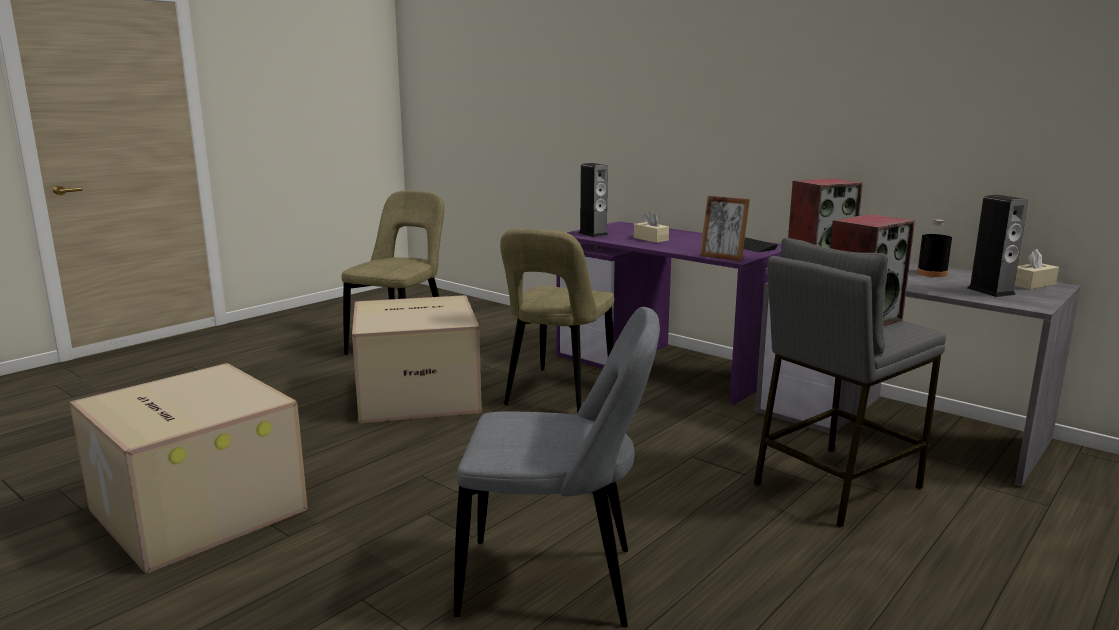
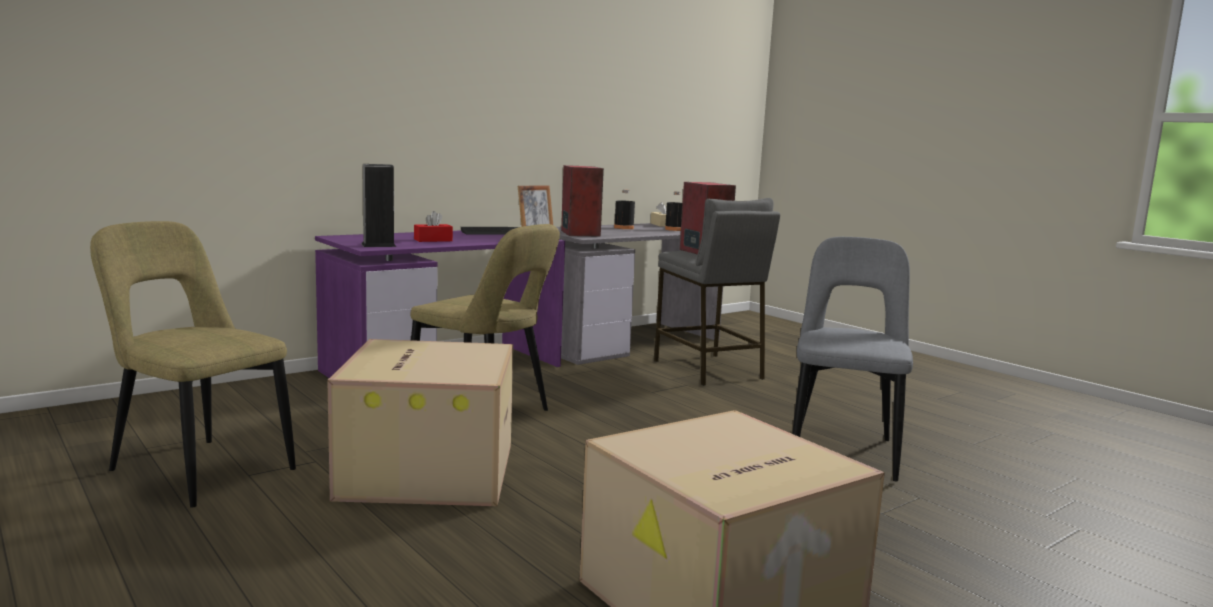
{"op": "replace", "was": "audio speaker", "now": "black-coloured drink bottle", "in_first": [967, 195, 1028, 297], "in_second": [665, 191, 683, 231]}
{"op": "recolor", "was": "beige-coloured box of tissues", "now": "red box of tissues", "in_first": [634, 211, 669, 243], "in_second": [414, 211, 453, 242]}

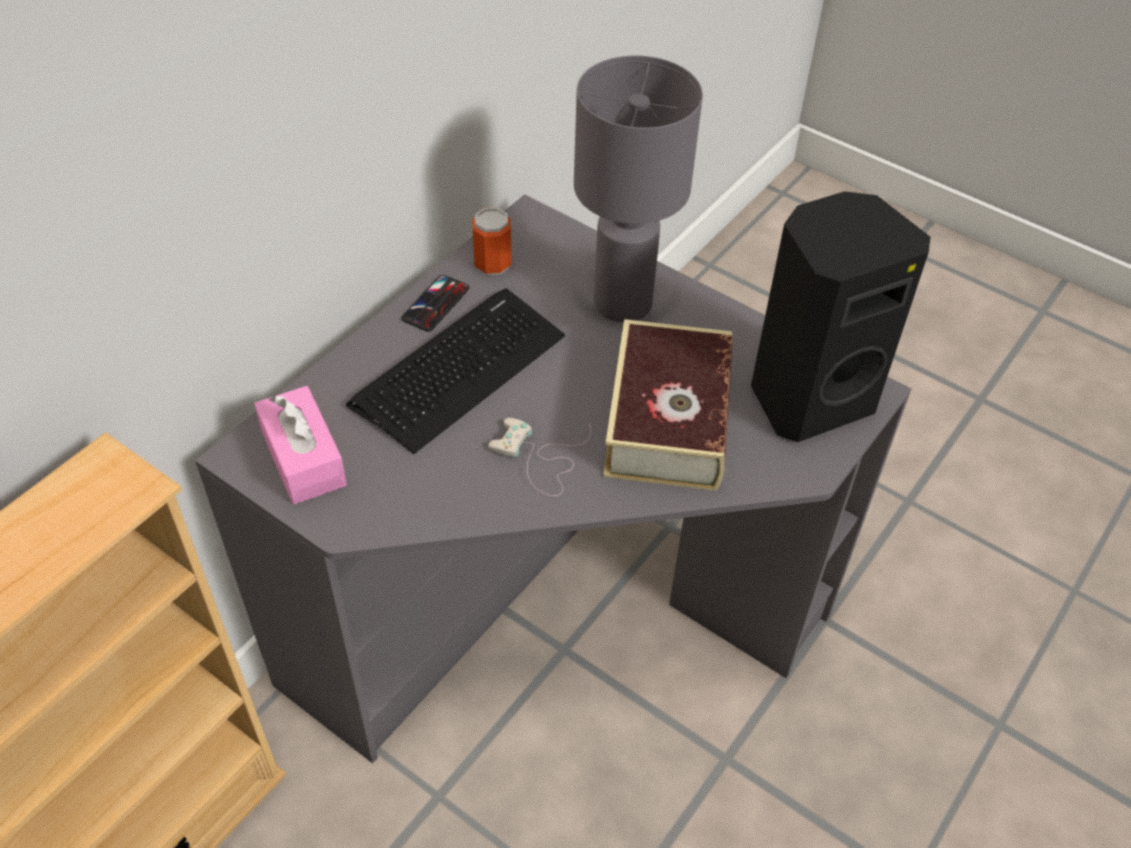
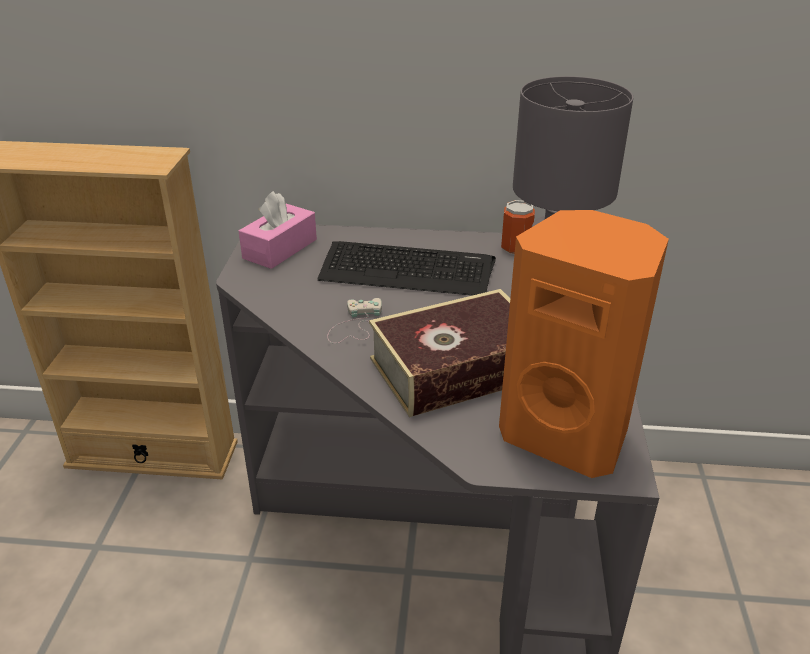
{"op": "recolor", "was": "black-coloured audio speaker", "now": "orangey audio speaker", "in_first": [751, 191, 930, 442], "in_second": [499, 210, 669, 478]}
{"op": "delete", "was": "handset", "in_first": [401, 275, 469, 332]}

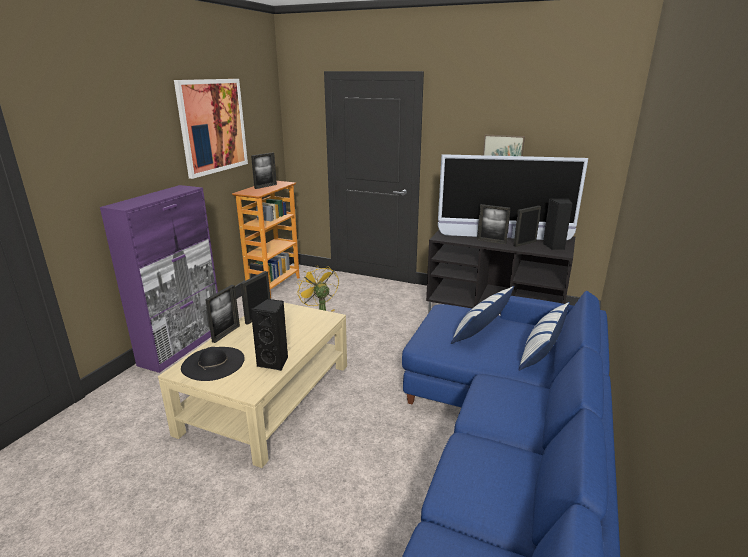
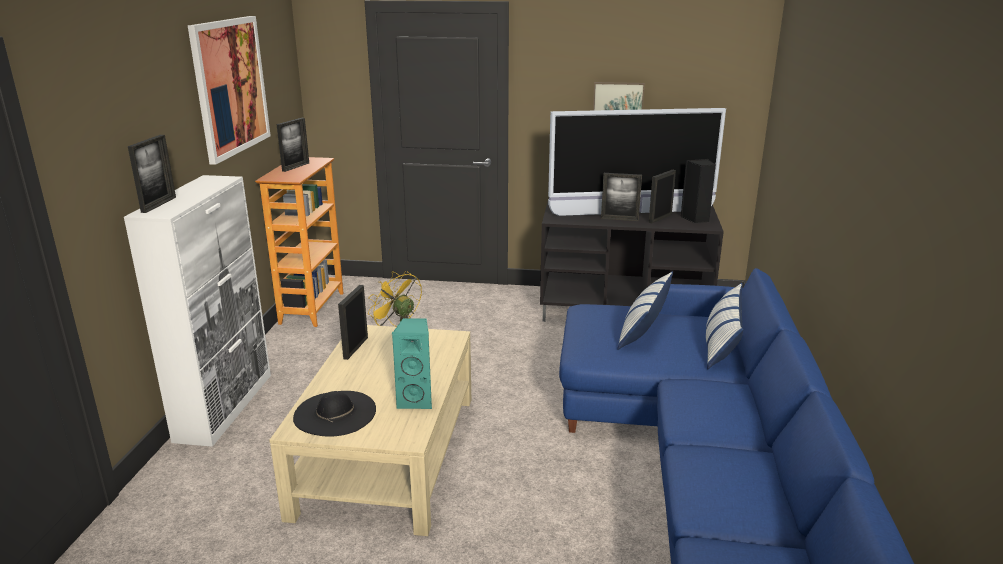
{"op": "recolor", "was": "purple storage cabinet", "now": "white storage cabinet", "in_first": [100, 185, 218, 373], "in_second": [124, 175, 271, 447]}
{"op": "move", "was": "photo frame", "in_first": [205, 285, 240, 343], "in_second": [128, 135, 176, 213]}
{"op": "recolor", "was": "black-coloured audio speaker", "now": "turquoise-coloured audio speaker", "in_first": [251, 299, 288, 371], "in_second": [392, 319, 432, 409]}

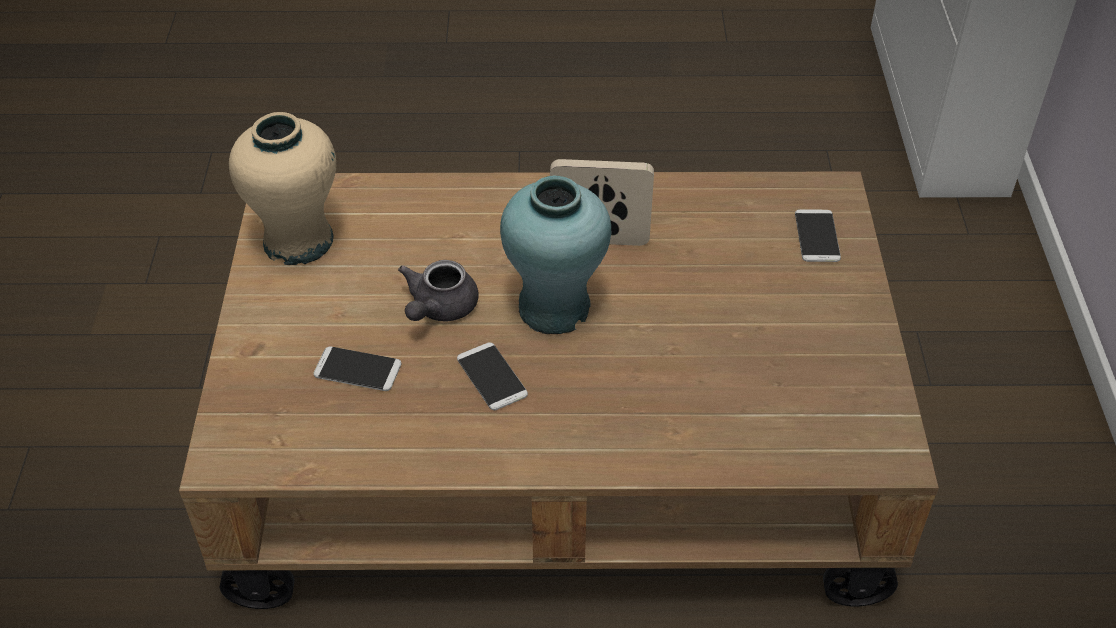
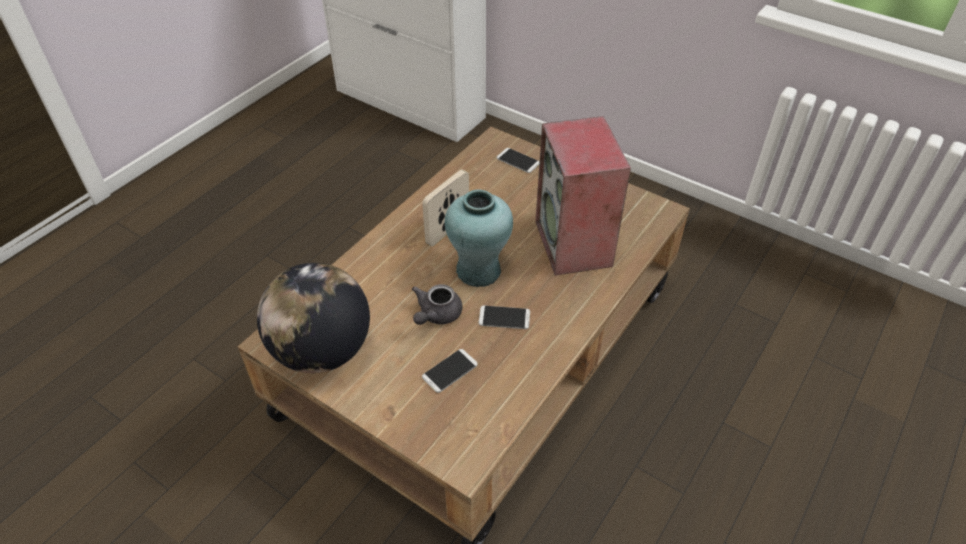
{"op": "replace", "was": "beige-coloured decorative vase", "now": "desk globe", "in_first": [229, 112, 336, 265], "in_second": [257, 263, 370, 373]}
{"op": "rotate", "was": "gray teapot", "in_first": [398, 260, 479, 321], "in_second": [412, 284, 462, 325], "clockwise": 60}
{"op": "insert", "now": "audio speaker", "in_second": [535, 116, 631, 275]}

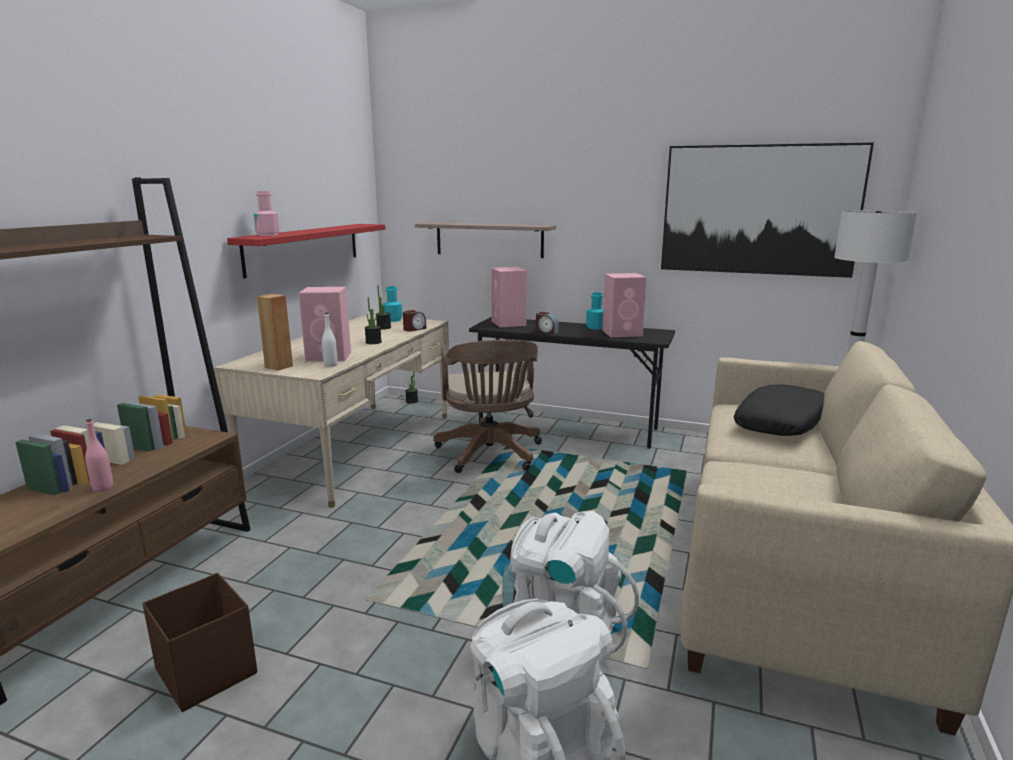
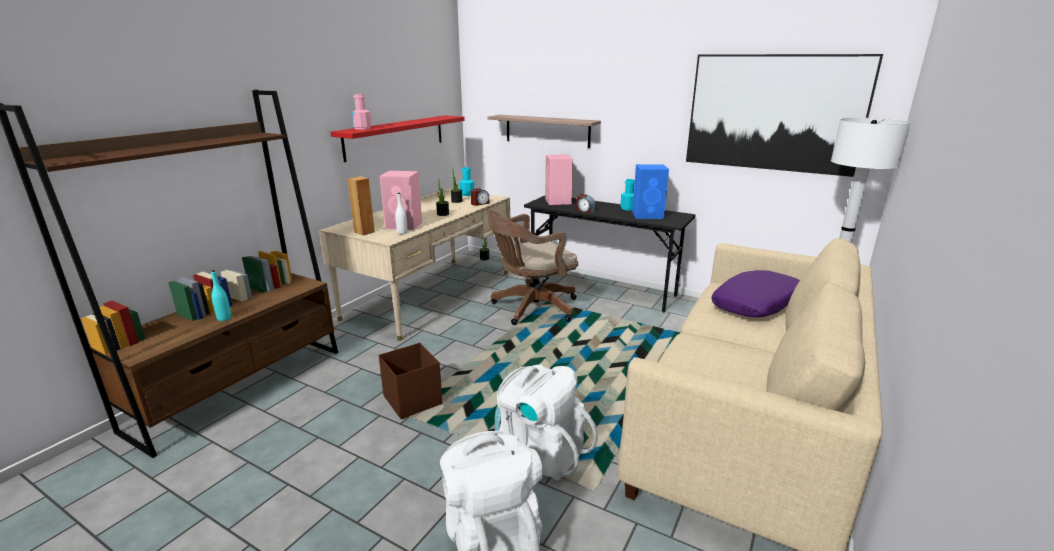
{"op": "recolor", "was": "pink-coloured audio speaker", "now": "blue audio speaker", "in_first": [602, 273, 647, 337], "in_second": [632, 164, 669, 219]}
{"op": "rotate", "was": "brownish computer chair", "in_first": [434, 340, 542, 473], "in_second": [487, 210, 578, 325], "clockwise": 60}
{"op": "recolor", "was": "black-coloured cushion", "now": "purple cushion", "in_first": [734, 385, 825, 436], "in_second": [711, 270, 800, 317]}
{"op": "recolor", "was": "pink-coloured drink bottle", "now": "turquoise-coloured drink bottle", "in_first": [85, 419, 113, 492], "in_second": [211, 270, 231, 321]}
{"op": "move", "was": "brownish storage box", "in_first": [142, 573, 257, 712], "in_second": [379, 343, 442, 419]}

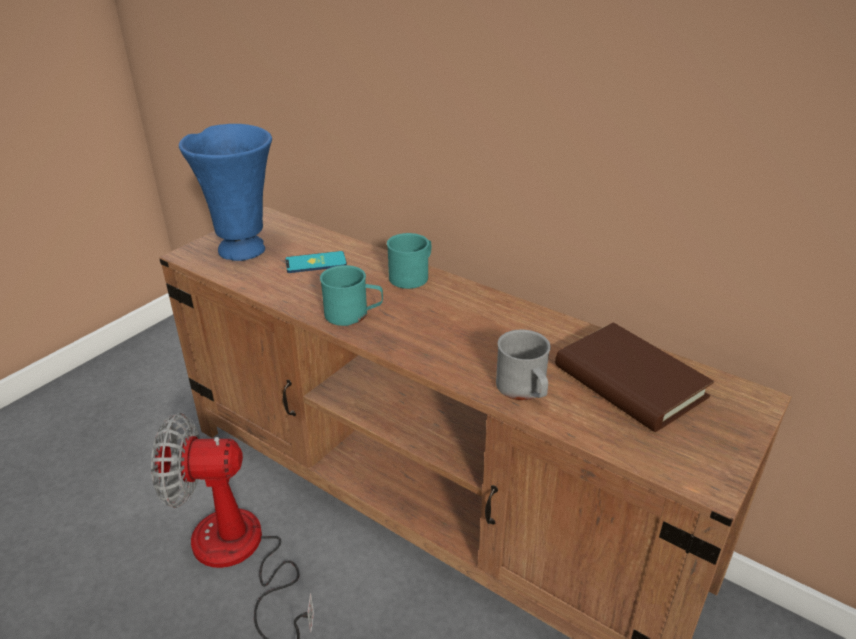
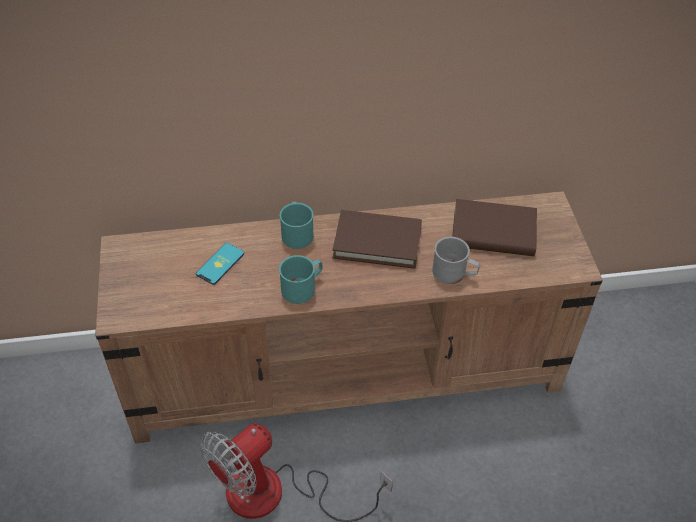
{"op": "delete", "was": "blue decorative vase", "in_first": [179, 124, 272, 261]}
{"op": "insert", "now": "brownish bound book", "in_second": [332, 210, 422, 269]}

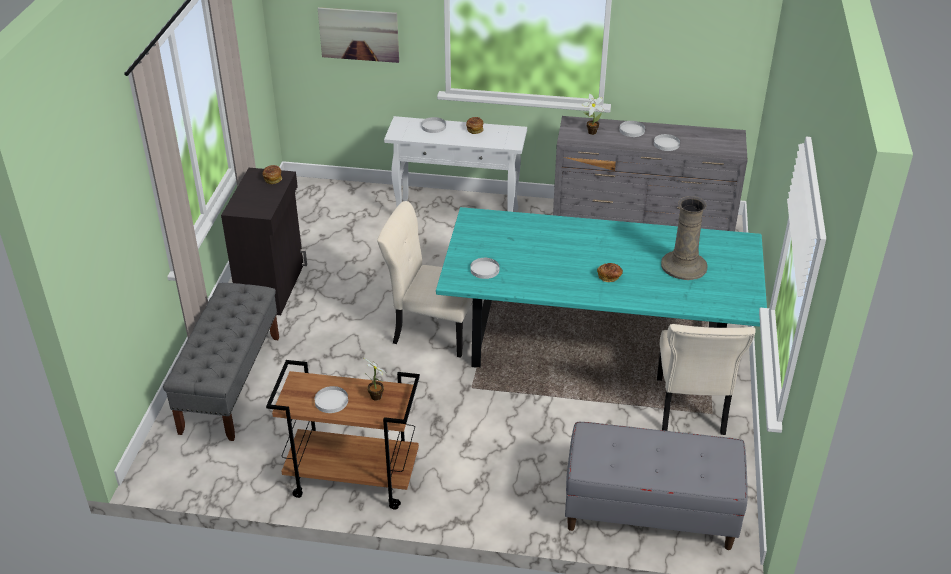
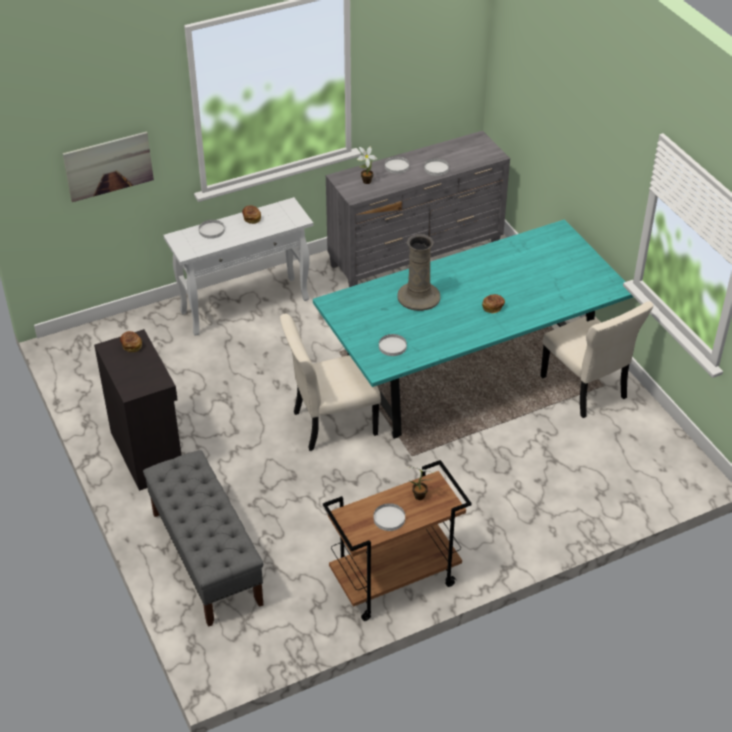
{"op": "move", "was": "beige-coloured decorative vase", "in_first": [661, 196, 707, 280], "in_second": [397, 234, 440, 311]}
{"op": "delete", "was": "gray bench", "in_first": [565, 422, 748, 550]}

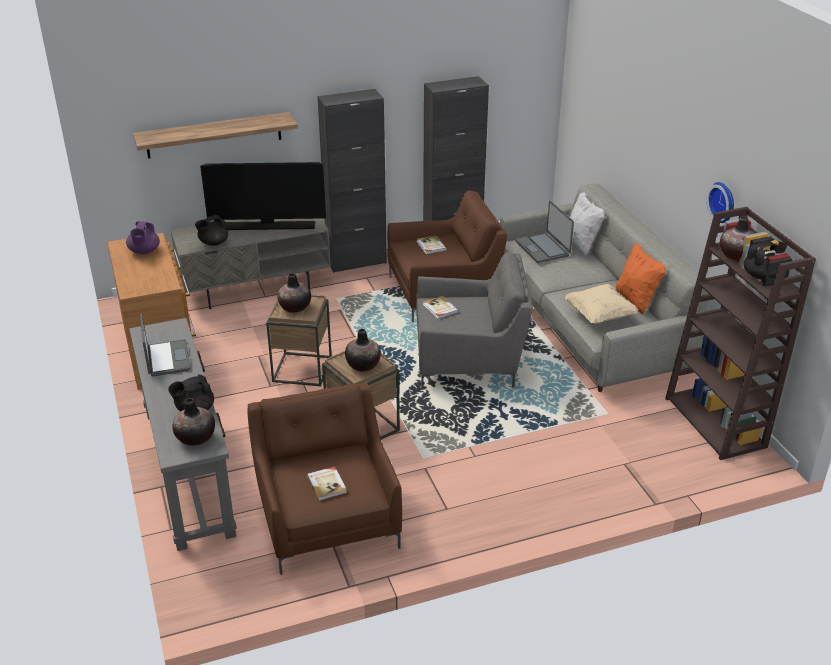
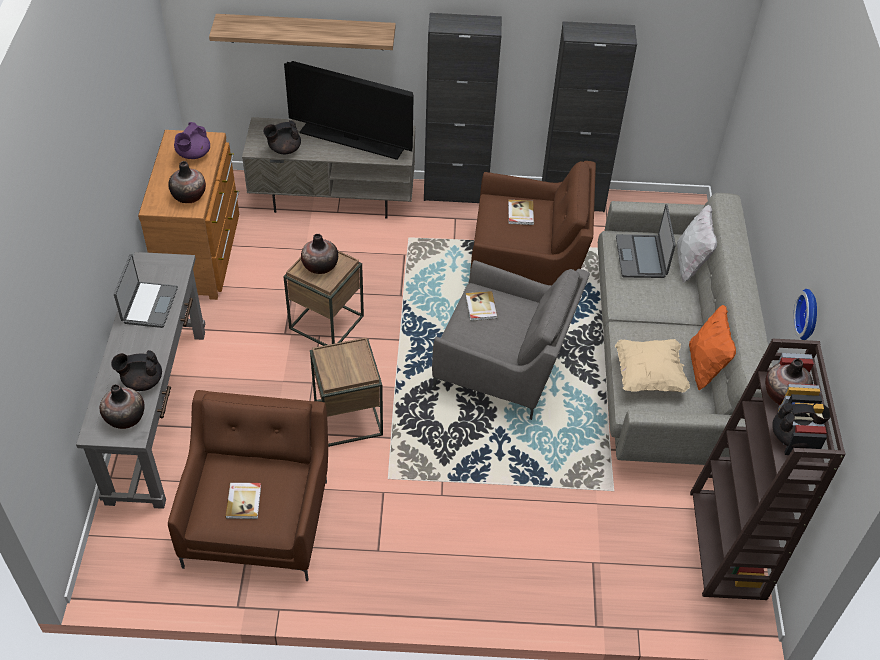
{"op": "move", "was": "decorative vase", "in_first": [345, 329, 381, 372], "in_second": [168, 161, 206, 203]}

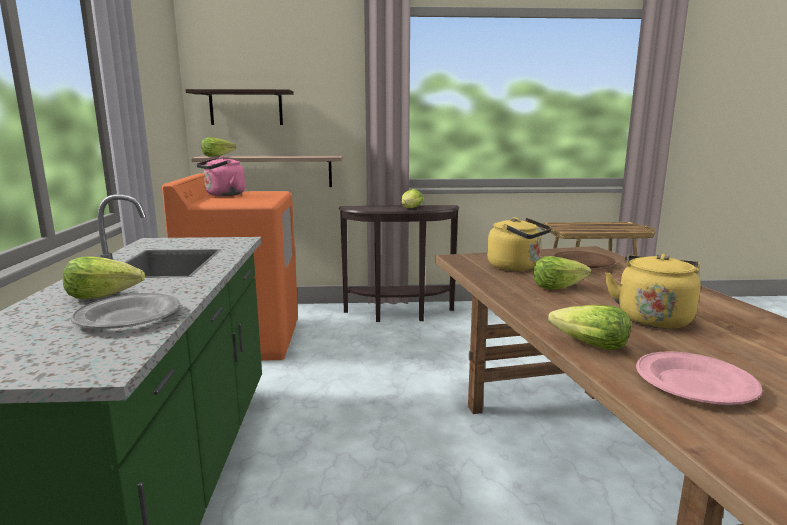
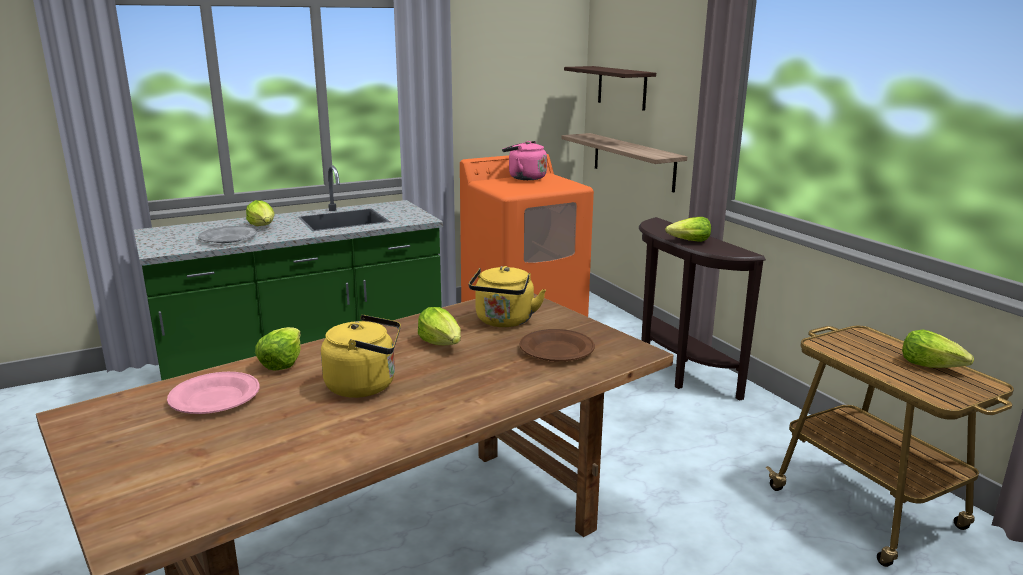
{"op": "move", "was": "head of lettuce", "in_first": [201, 137, 236, 157], "in_second": [902, 330, 974, 368]}

